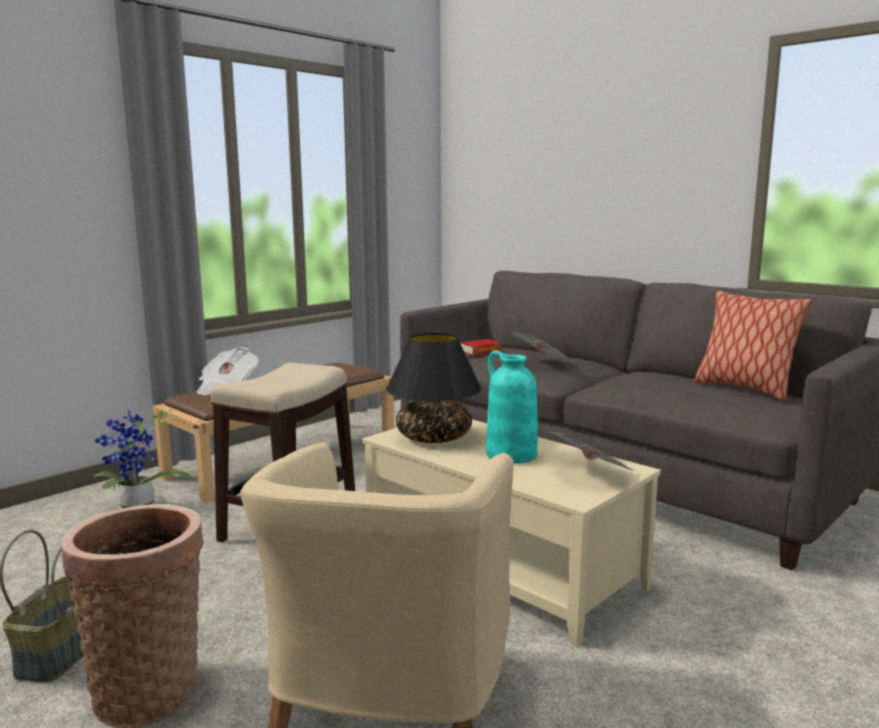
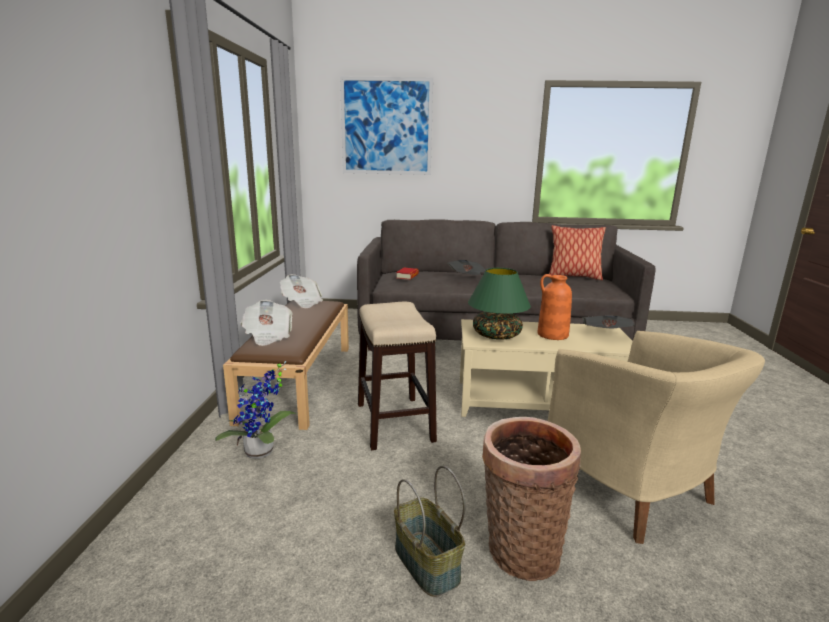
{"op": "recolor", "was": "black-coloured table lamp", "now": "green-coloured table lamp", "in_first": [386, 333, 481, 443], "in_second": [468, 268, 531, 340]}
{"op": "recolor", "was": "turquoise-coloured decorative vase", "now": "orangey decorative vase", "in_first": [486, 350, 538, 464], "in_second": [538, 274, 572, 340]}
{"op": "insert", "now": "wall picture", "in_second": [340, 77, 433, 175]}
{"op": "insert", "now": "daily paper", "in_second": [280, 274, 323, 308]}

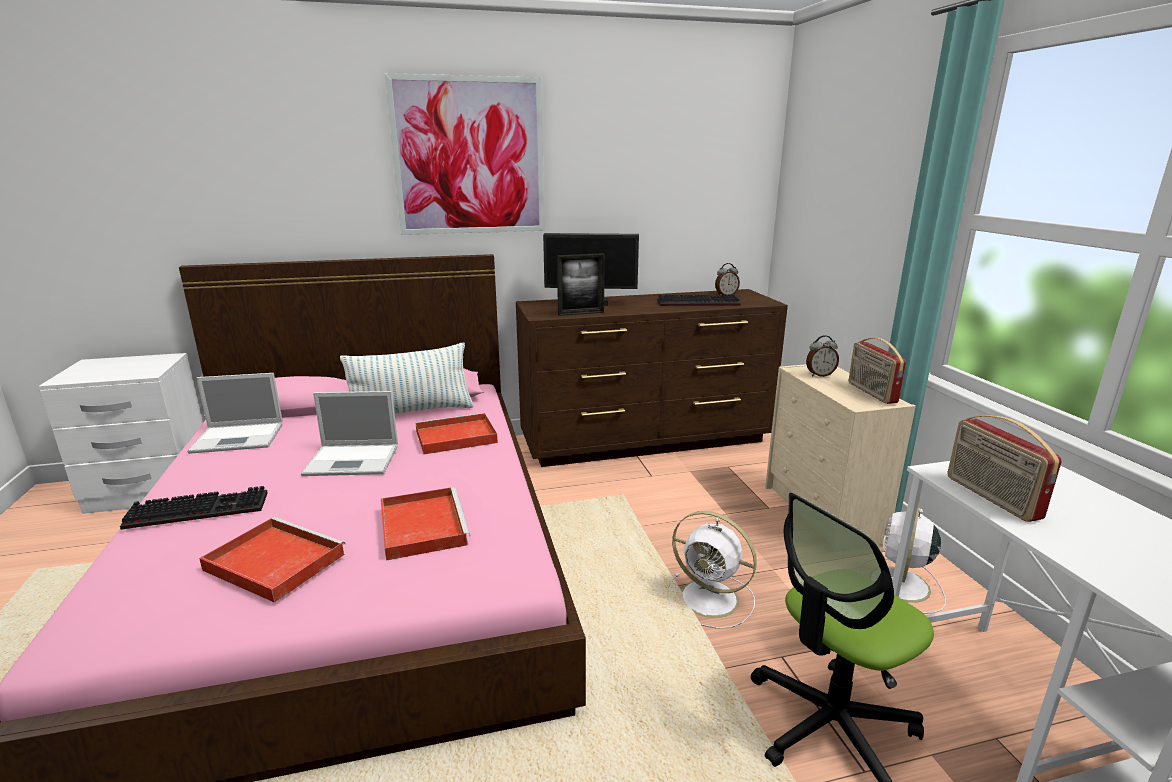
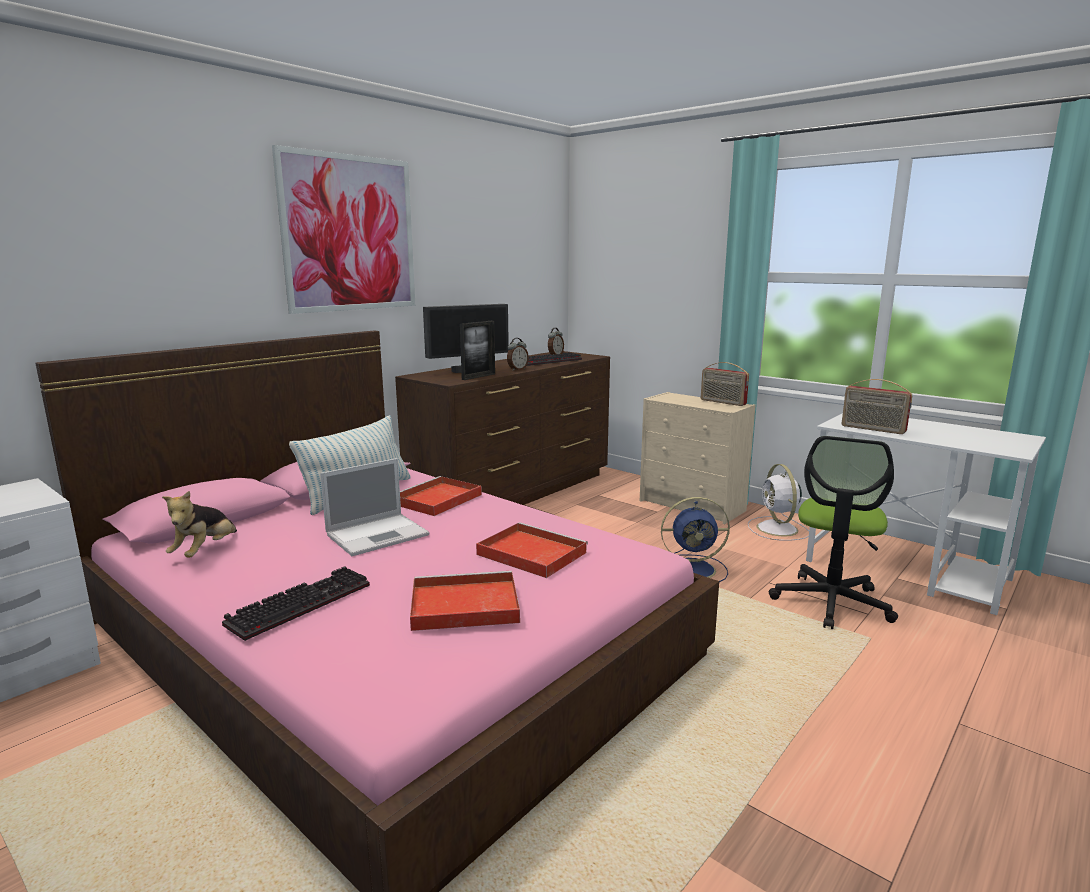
{"op": "move", "was": "alarm clock", "in_first": [806, 335, 839, 377], "in_second": [507, 338, 529, 371]}
{"op": "replace", "was": "notebook computer", "now": "cuddly toy", "in_first": [187, 373, 283, 454], "in_second": [162, 491, 237, 558]}
{"op": "recolor", "was": "white cooling fan", "now": "blue cooling fan", "in_first": [667, 511, 757, 629], "in_second": [661, 497, 730, 582]}

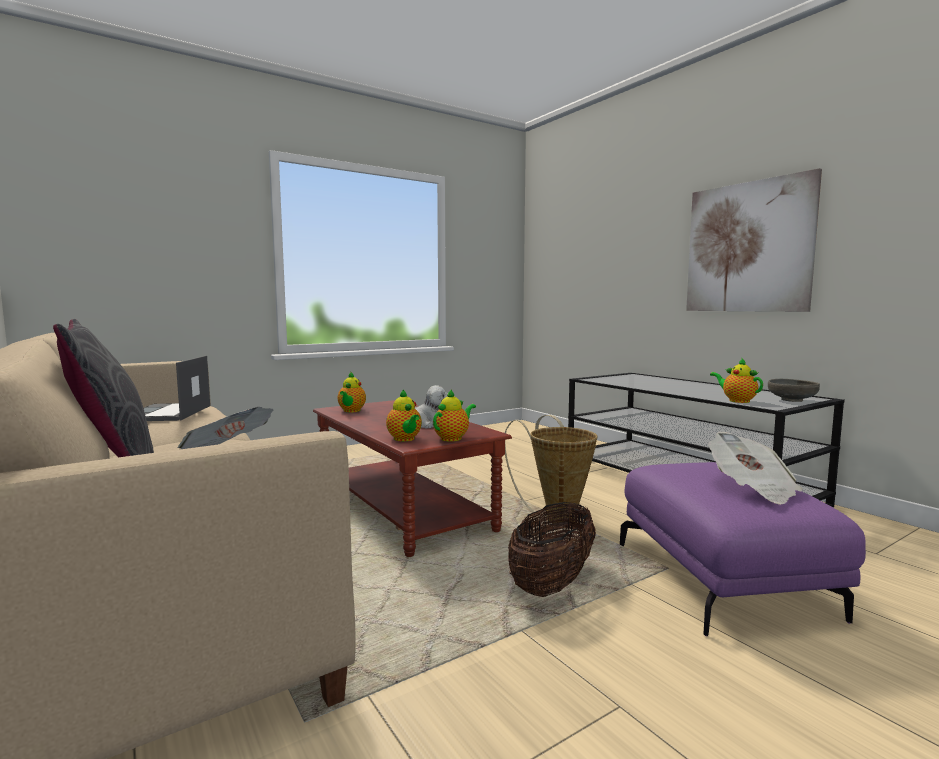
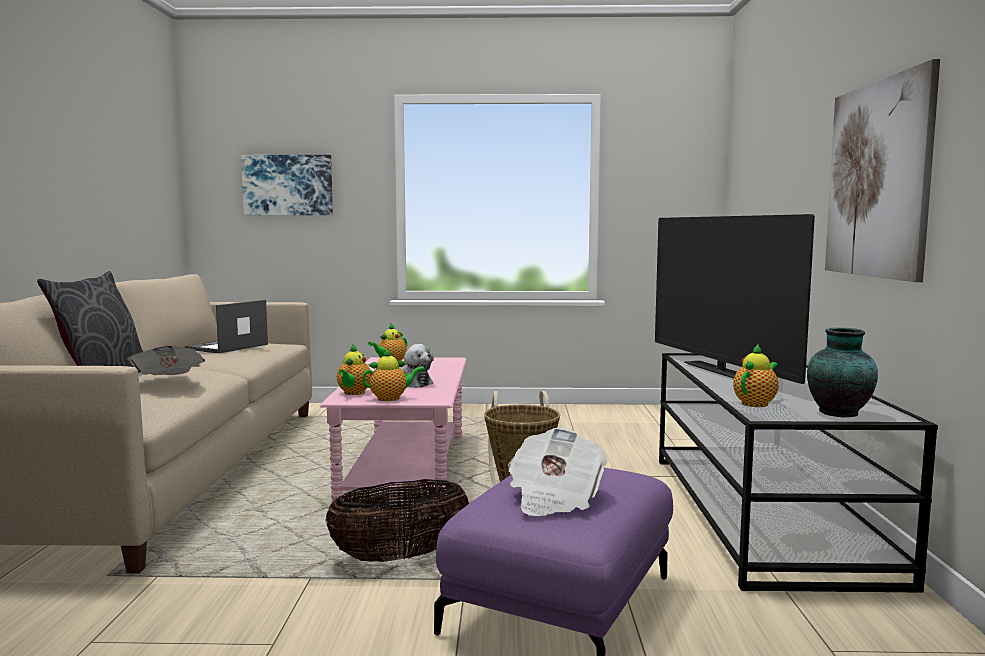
{"op": "rotate", "was": "teapot", "in_first": [710, 358, 763, 403], "in_second": [733, 344, 779, 407], "clockwise": 45}
{"op": "replace", "was": "gray bowl", "now": "decorative vase", "in_first": [768, 379, 820, 402], "in_second": [807, 327, 878, 417]}
{"op": "recolor", "was": "brownish lounge table", "now": "pink-coloured lounge table", "in_first": [313, 400, 512, 557], "in_second": [320, 357, 466, 502]}
{"op": "insert", "now": "wall picture", "in_second": [241, 155, 333, 215]}
{"op": "insert", "now": "TV", "in_second": [655, 214, 815, 384]}

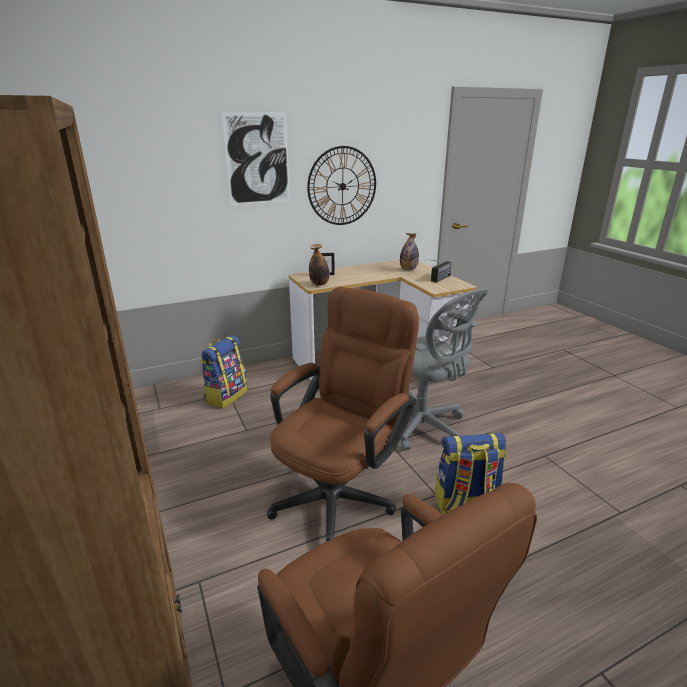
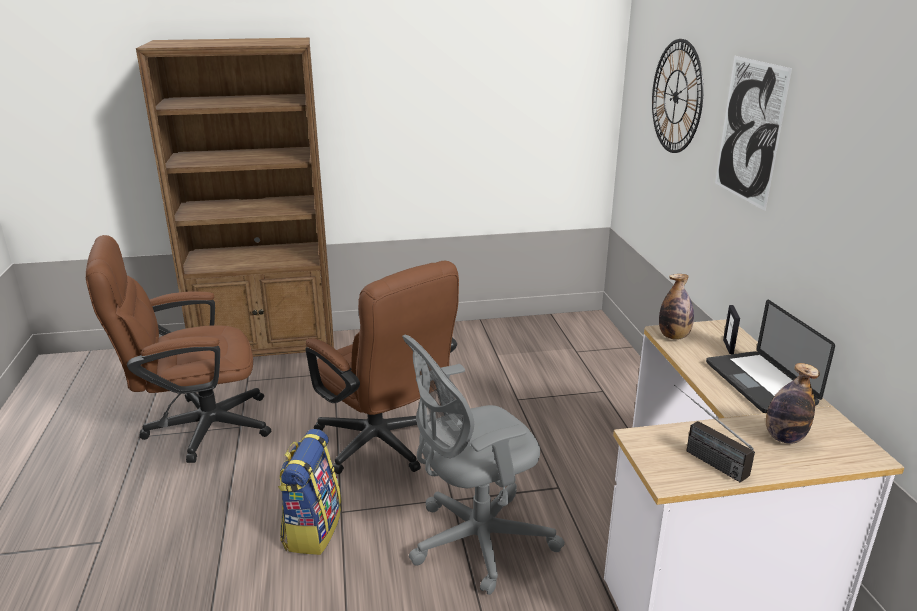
{"op": "move", "was": "hanging clock", "in_first": [307, 146, 376, 225], "in_second": [652, 39, 704, 153]}
{"op": "delete", "was": "backpack", "in_first": [200, 335, 248, 408]}
{"op": "insert", "now": "notebook computer", "in_second": [706, 300, 835, 413]}

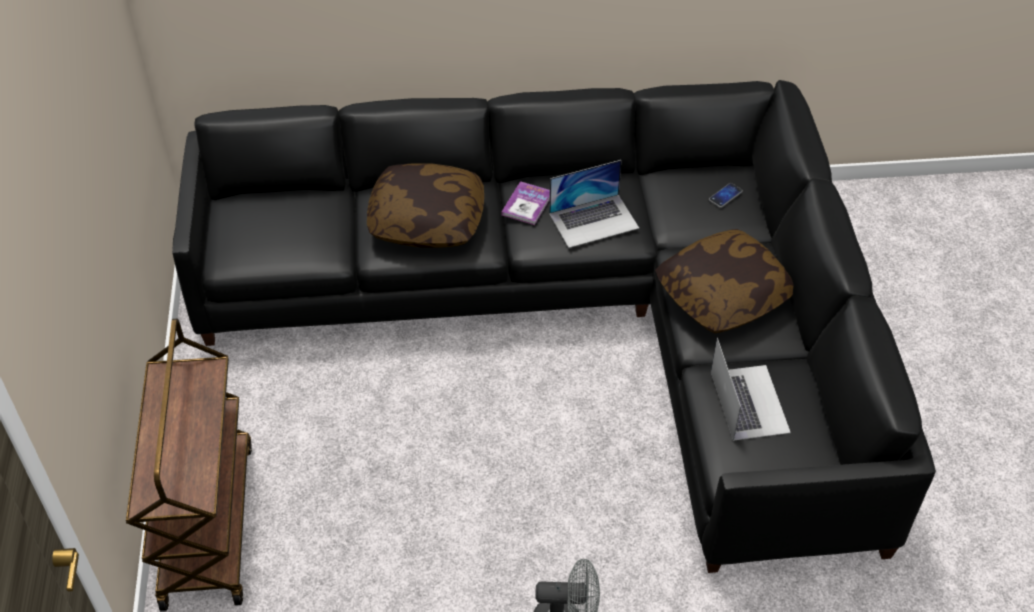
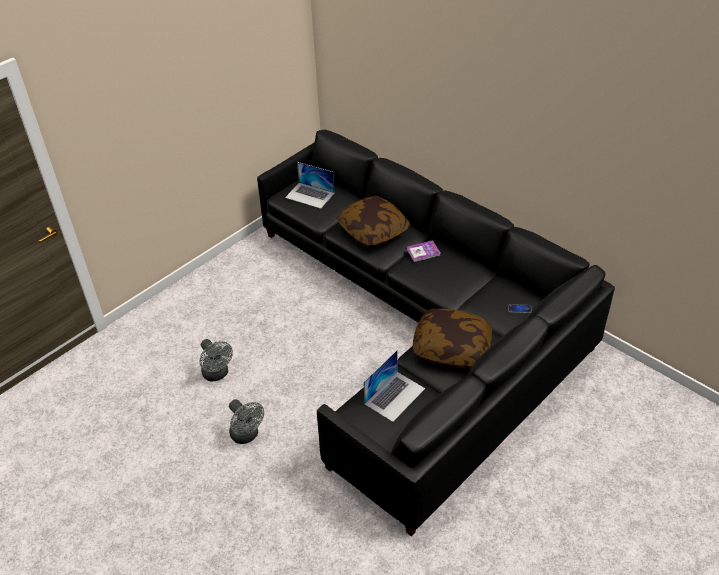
{"op": "move", "was": "notebook computer", "in_first": [549, 160, 639, 248], "in_second": [285, 162, 335, 209]}
{"op": "delete", "was": "brownish trolley", "in_first": [126, 318, 252, 611]}
{"op": "insert", "now": "gray cooling fan", "in_second": [200, 339, 233, 381]}

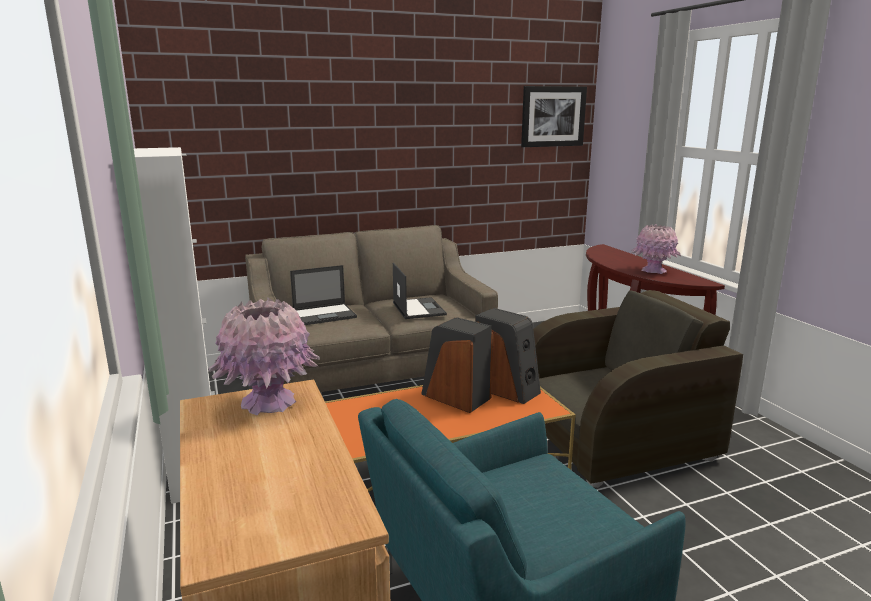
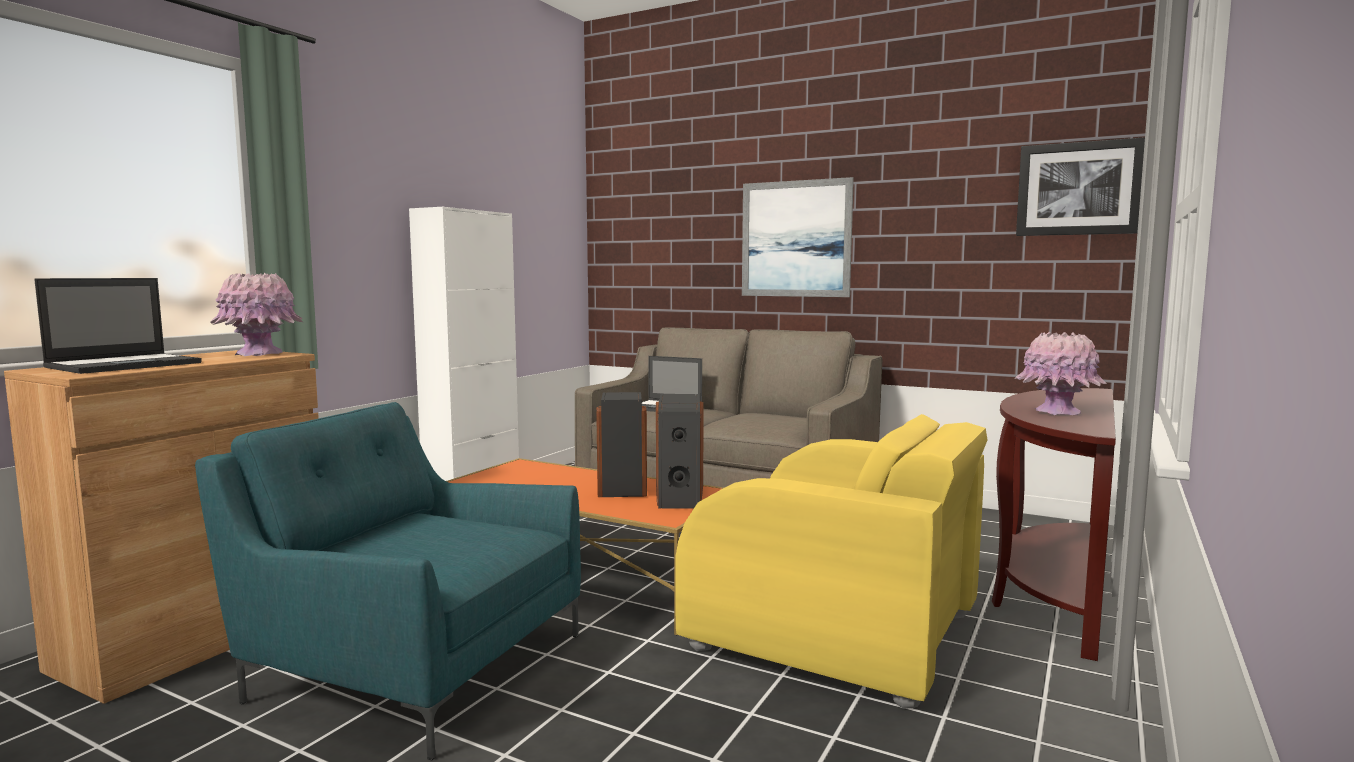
{"op": "move", "was": "notebook computer", "in_first": [393, 263, 447, 319], "in_second": [34, 278, 202, 374]}
{"op": "recolor", "was": "brownish easy chair", "now": "yellow easy chair", "in_first": [533, 290, 743, 488], "in_second": [676, 414, 987, 709]}
{"op": "insert", "now": "wall picture", "in_second": [742, 177, 854, 297]}

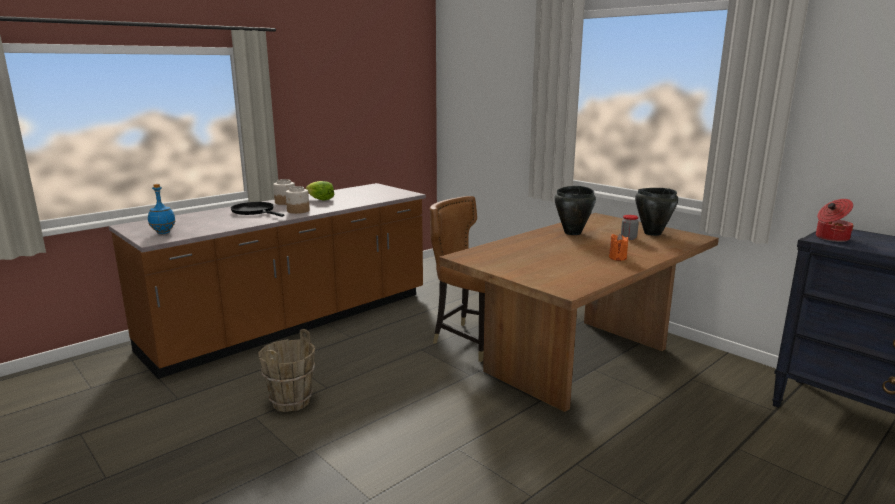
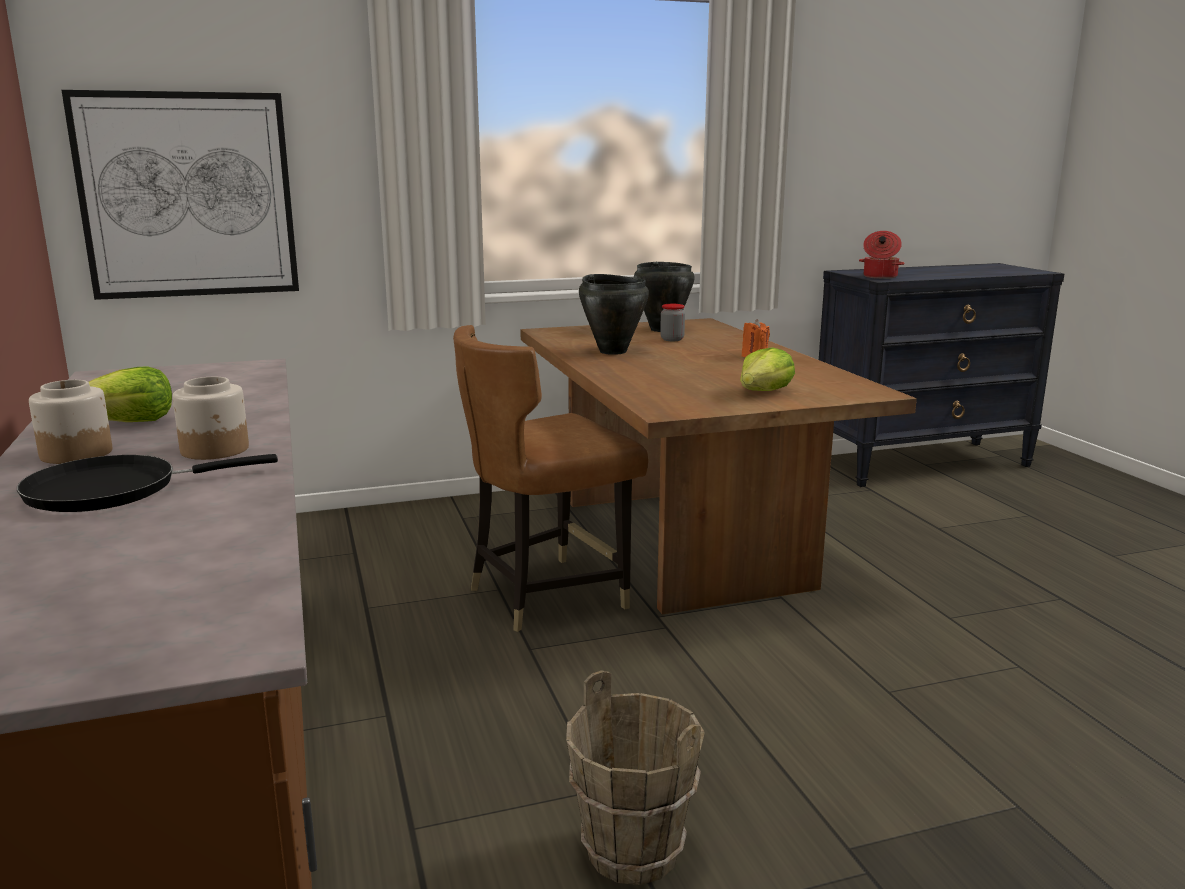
{"op": "delete", "was": "blue drink bottle", "in_first": [148, 184, 176, 234]}
{"op": "insert", "now": "wall picture", "in_second": [62, 90, 299, 300]}
{"op": "insert", "now": "head of lettuce", "in_second": [740, 347, 795, 391]}

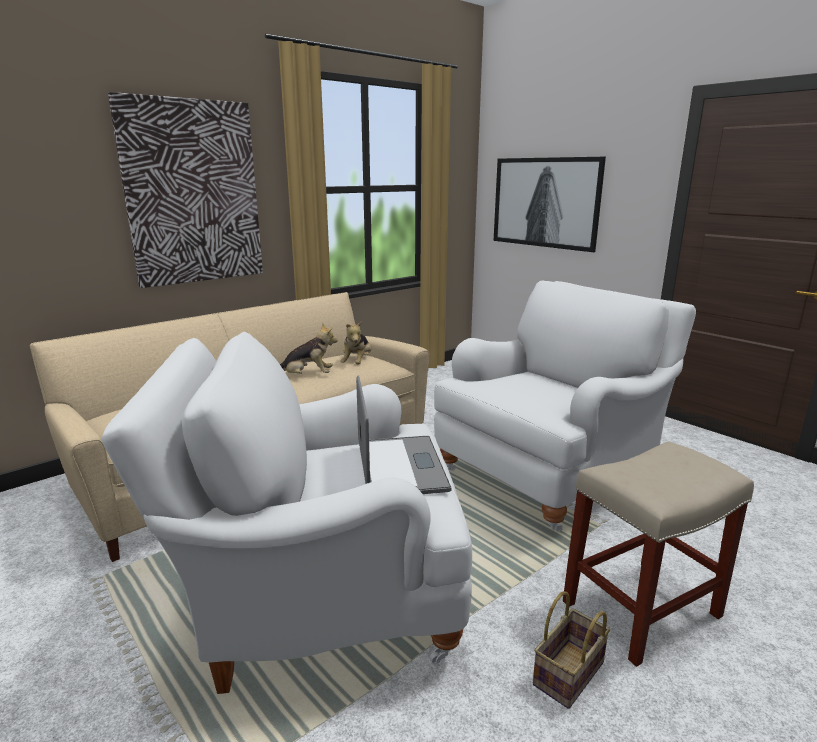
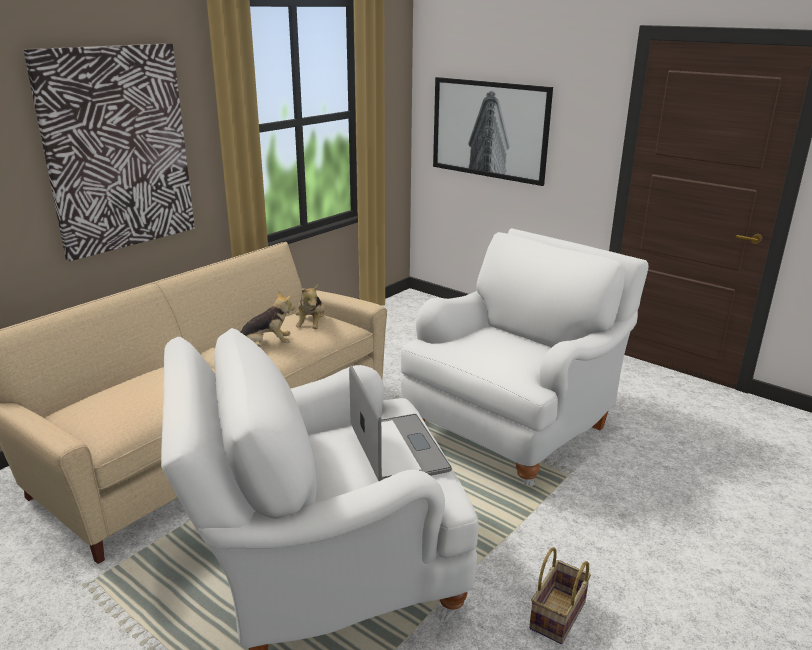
{"op": "delete", "was": "beige-coloured stool seat", "in_first": [563, 442, 754, 667]}

